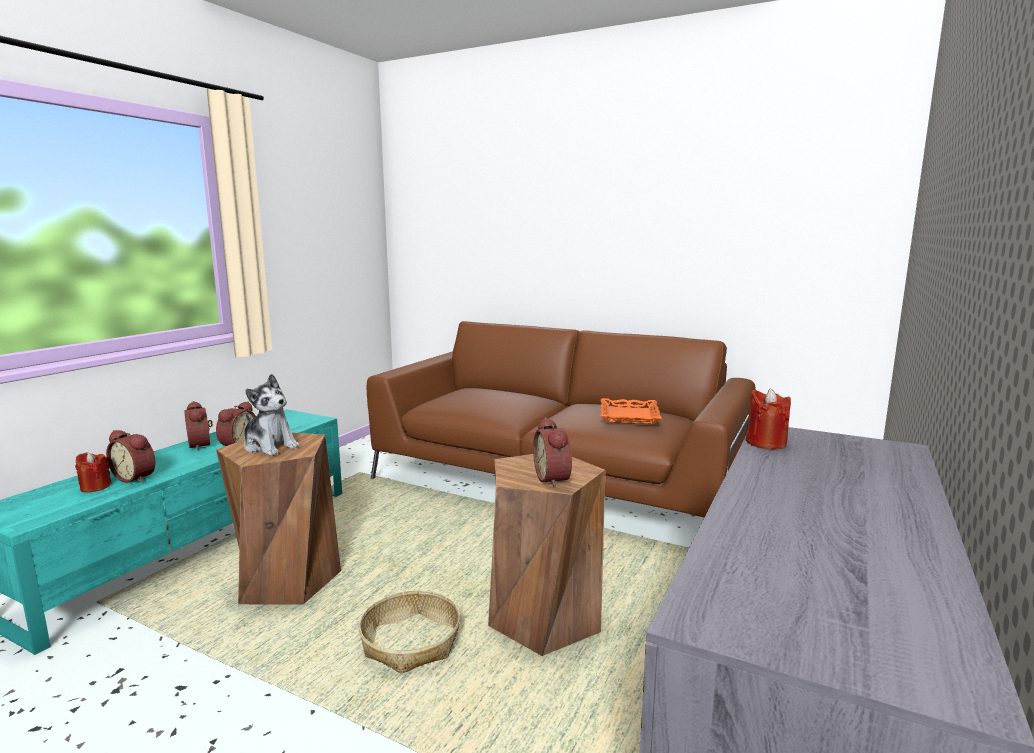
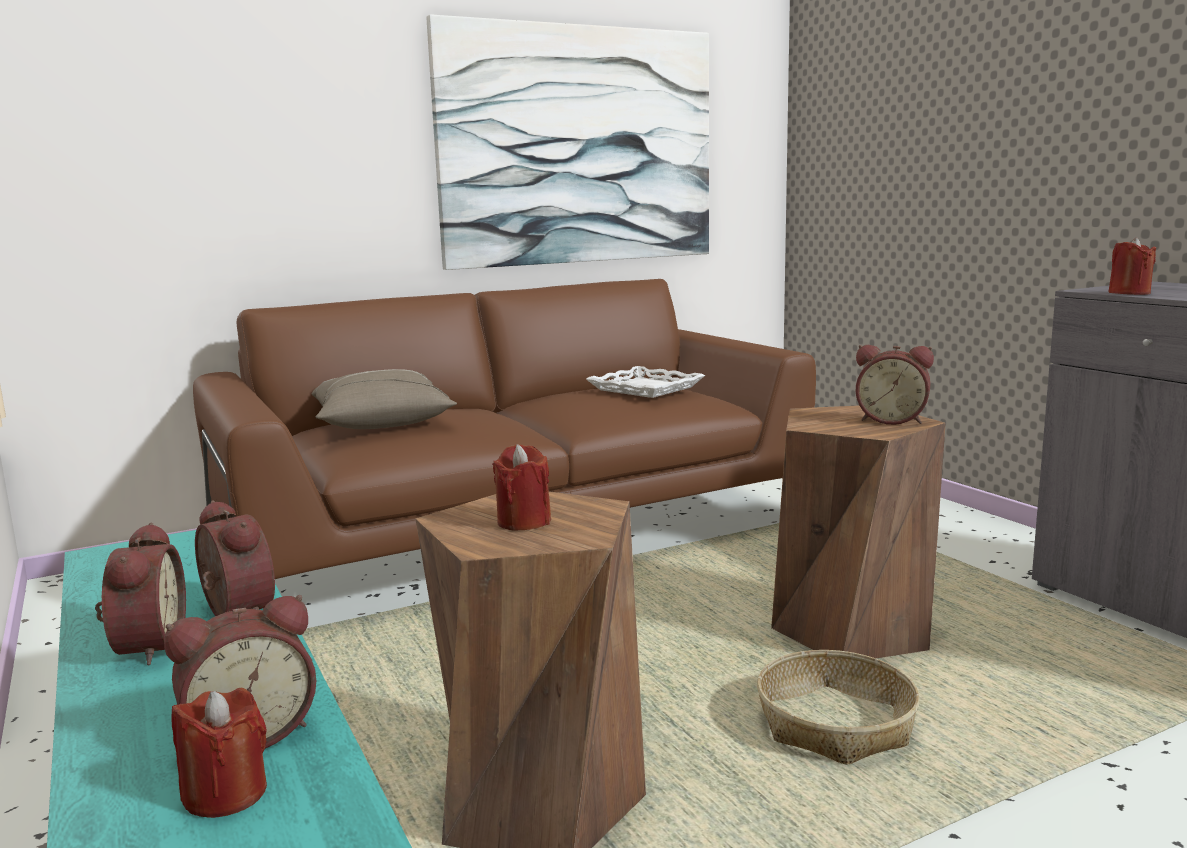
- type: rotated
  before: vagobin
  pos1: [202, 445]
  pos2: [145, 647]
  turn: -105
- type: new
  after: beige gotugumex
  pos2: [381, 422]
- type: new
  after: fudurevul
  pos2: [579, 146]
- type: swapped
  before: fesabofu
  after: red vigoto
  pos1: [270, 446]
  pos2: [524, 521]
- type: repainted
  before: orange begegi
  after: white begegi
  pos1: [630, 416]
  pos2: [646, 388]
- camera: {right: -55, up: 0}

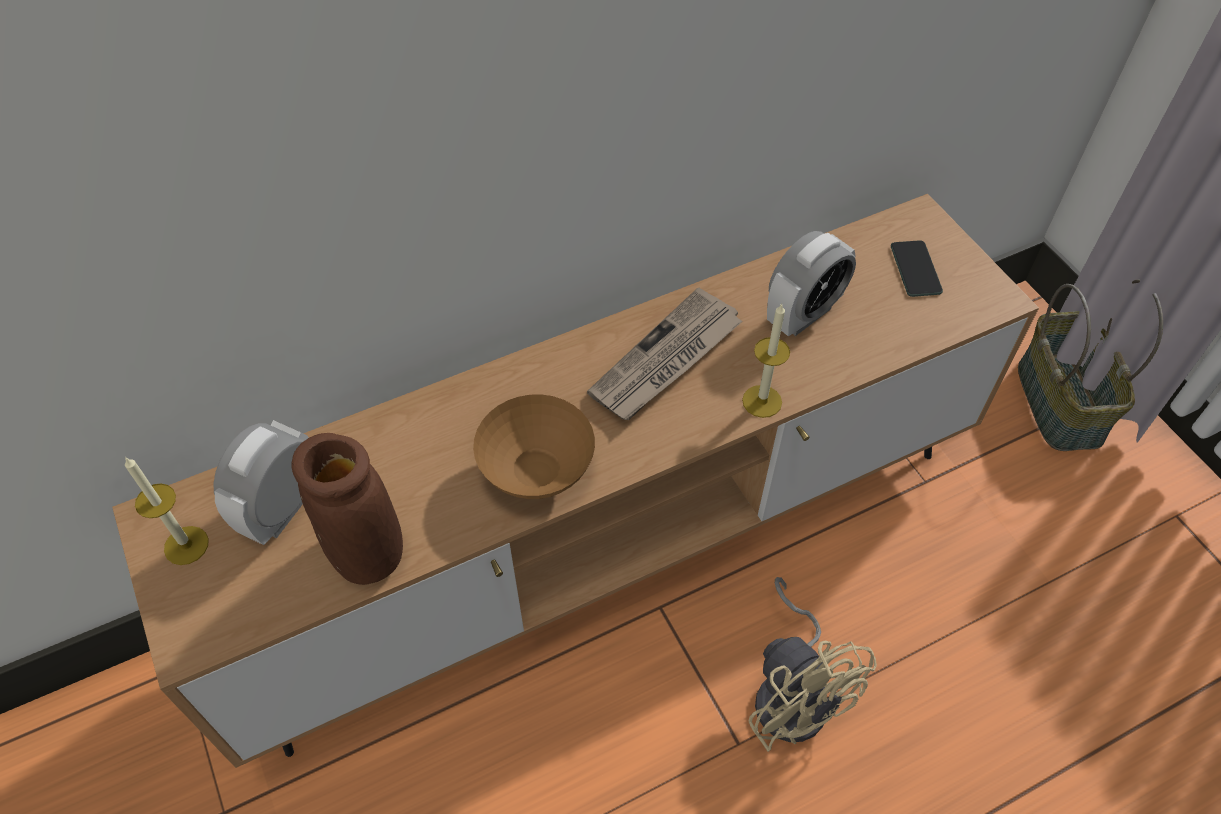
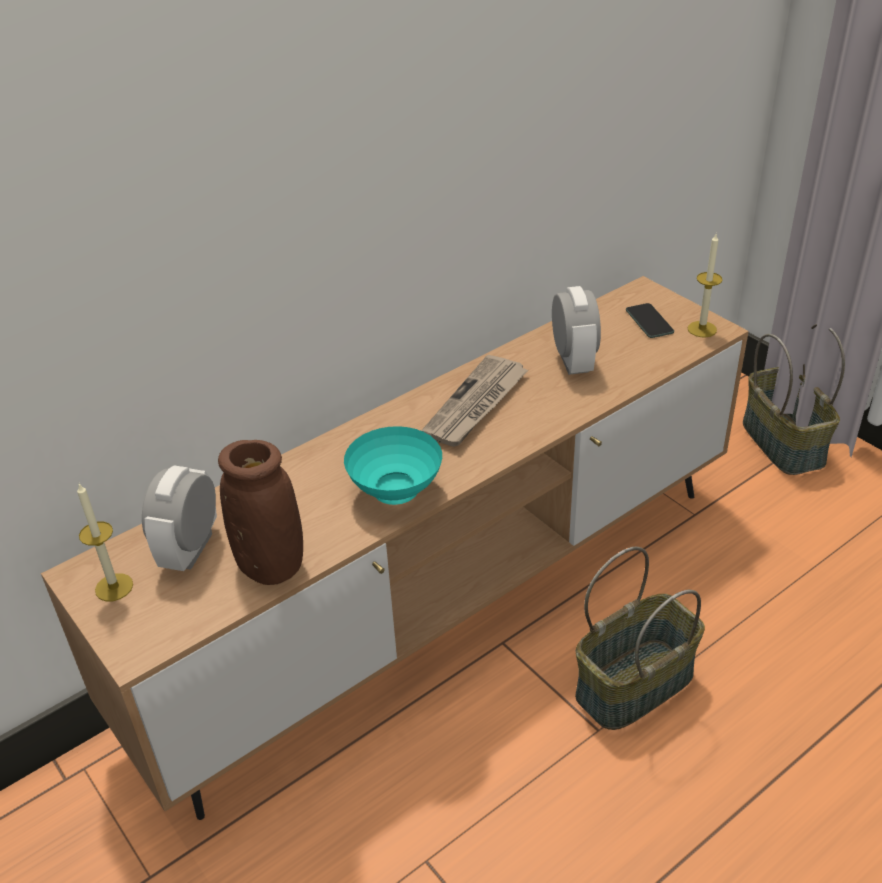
- type: repainted
  before: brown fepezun
  after: turquoise fepezun
  pos1: [539, 473]
  pos2: [397, 491]
- type: rotated
  before: vagobin
  pos1: [803, 314]
  pos2: [573, 361]
  turn: -45
- type: swapped
  before: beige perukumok
  after: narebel
  pos1: [794, 692]
  pos2: [634, 683]
- type: shifted
  before: vigoto
  pos1: [762, 401]
  pos2: [702, 329]
- camera: {right: -10, up: -15}

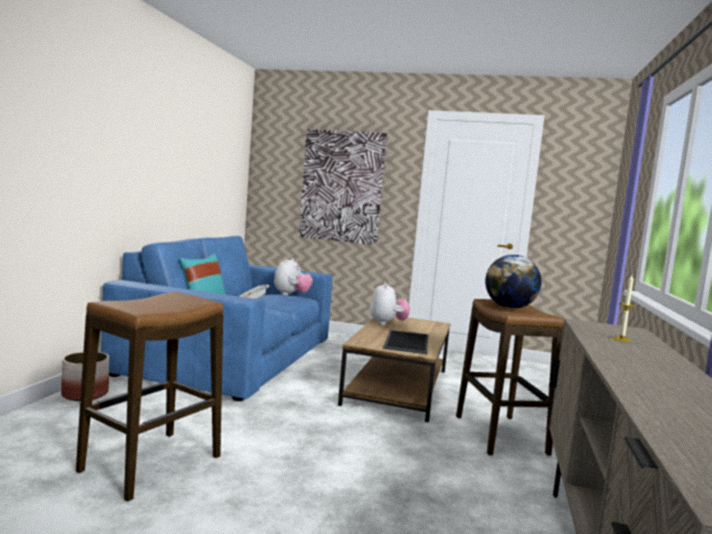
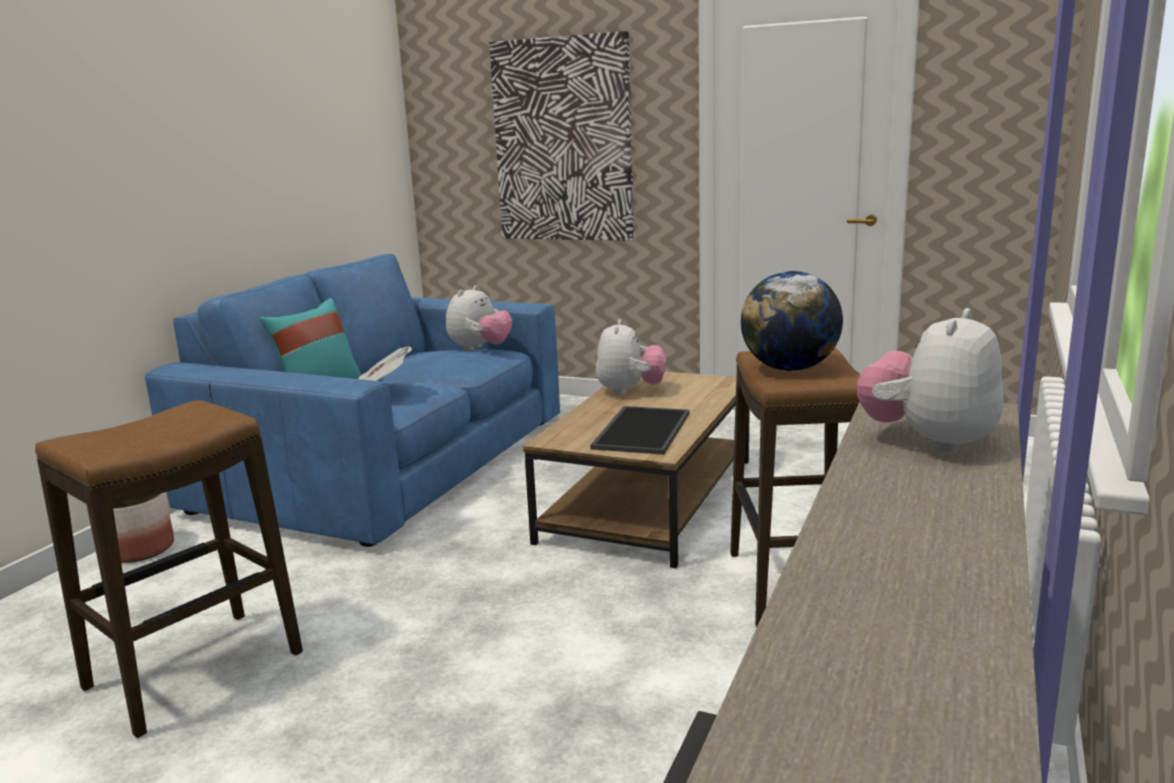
- type: swapped
  before: vigoto
  after: fesabofu
  pos1: [622, 339]
  pos2: [929, 443]
- camera: {right: 10, up: 10}

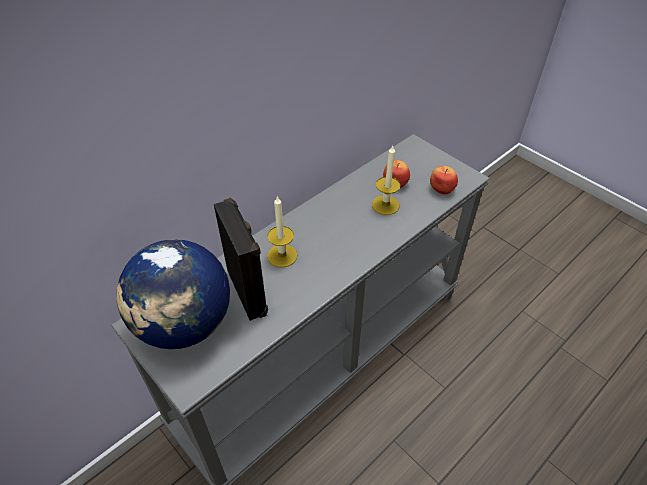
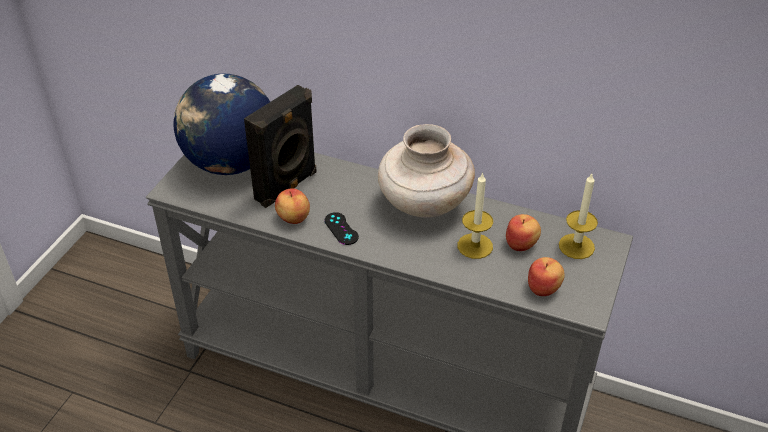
- type: new
  after: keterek
  pos2: [293, 218]
- type: new
  after: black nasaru
  pos2: [341, 229]
- type: new
  after: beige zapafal
  pos2: [423, 205]
- type: shifted
  before: vigoto
  pos1: [282, 255]
  pos2: [576, 246]
- camera: {right: 65, up: -5}

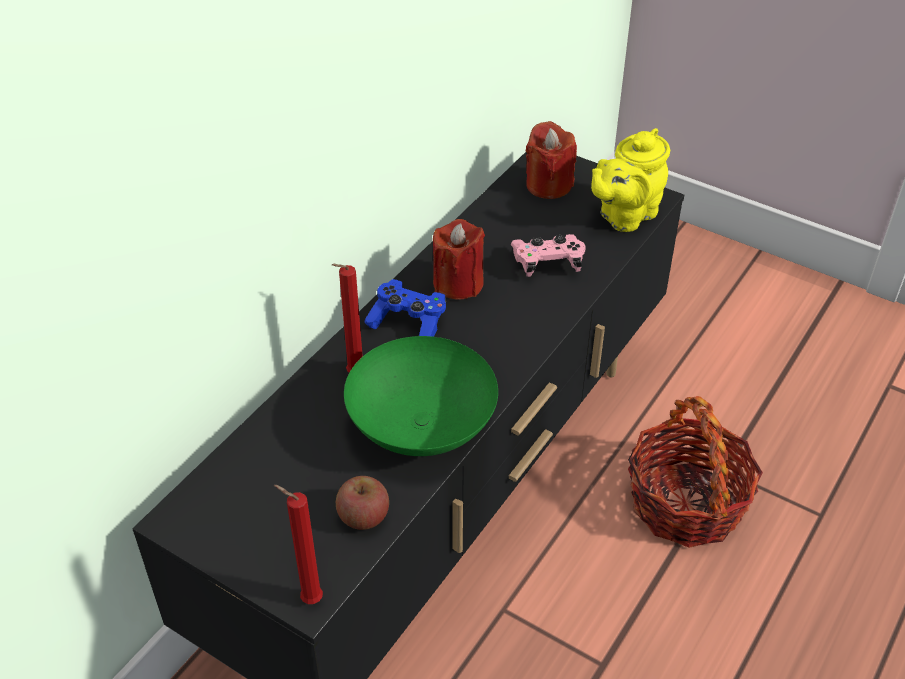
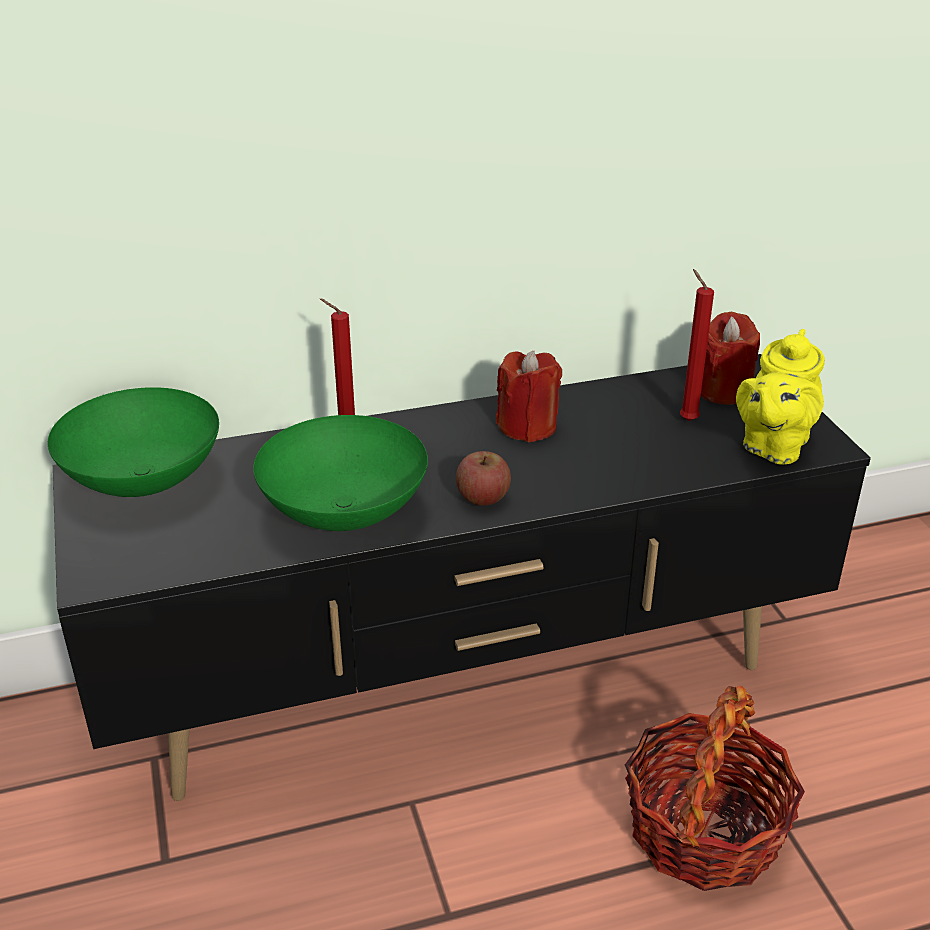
- type: new
  after: green fepezun
  pos2: [144, 480]
- type: shifted
  before: keterek
  pos1: [363, 516]
  pos2: [483, 497]
- type: shifted
  before: red vigoto
  pos1: [308, 599]
  pos2: [686, 419]
- type: rotated
  before: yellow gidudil
  pos1: [624, 216]
  pos2: [773, 446]
  turn: -60
- type: gone
  before: blue nasaru
  pos1: [408, 322]
- type: gone
  before: pink nasaru
  pos1: [547, 263]
- camera: {right: 40, up: -10}

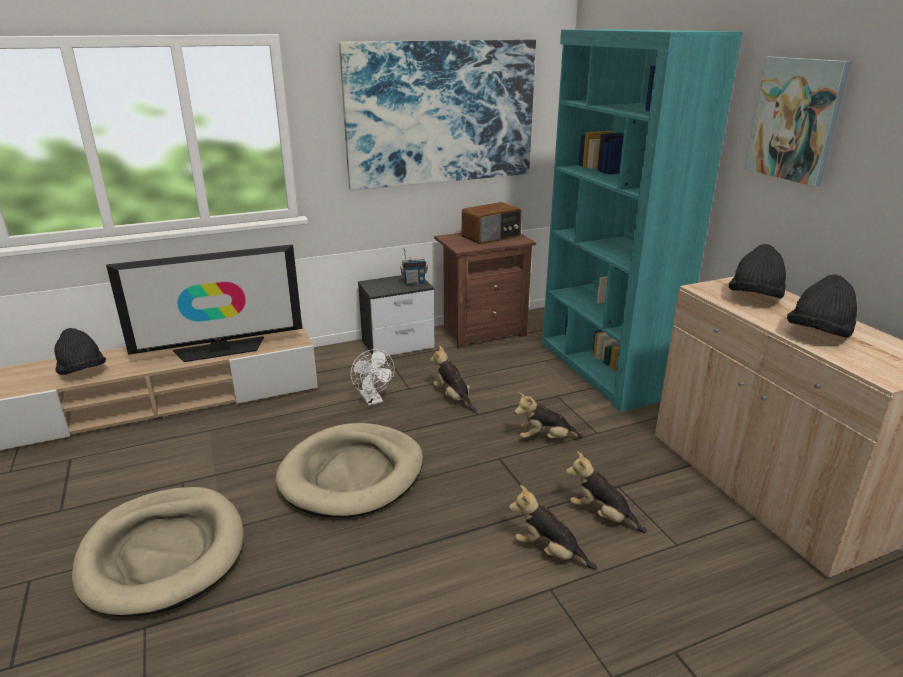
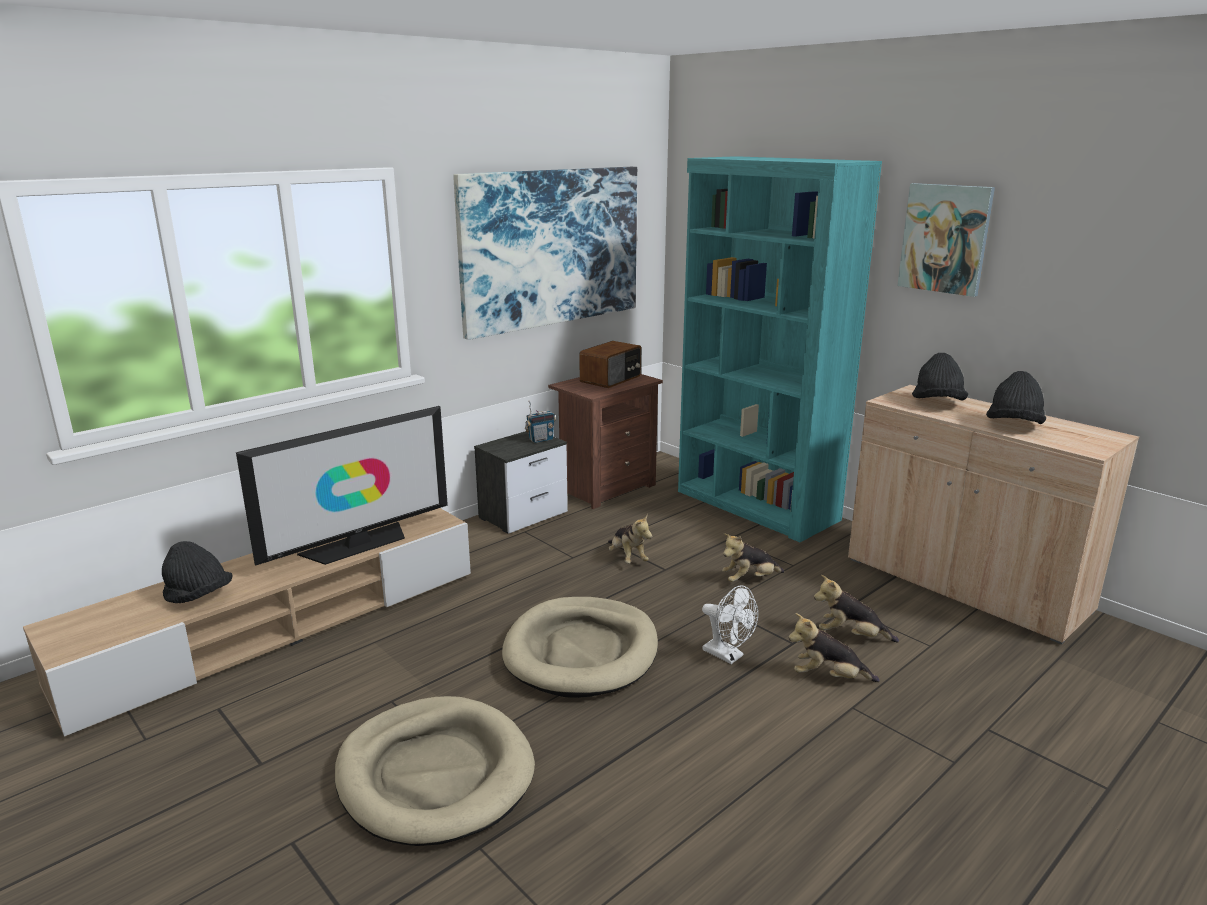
- type: rotated
  before: fesabofu
  pos1: [453, 397]
  pos2: [627, 558]
  turn: -150
- type: shifted
  before: white perukumok
  pos1: [373, 400]
  pos2: [728, 655]
- camera: {right: -20, up: -5}

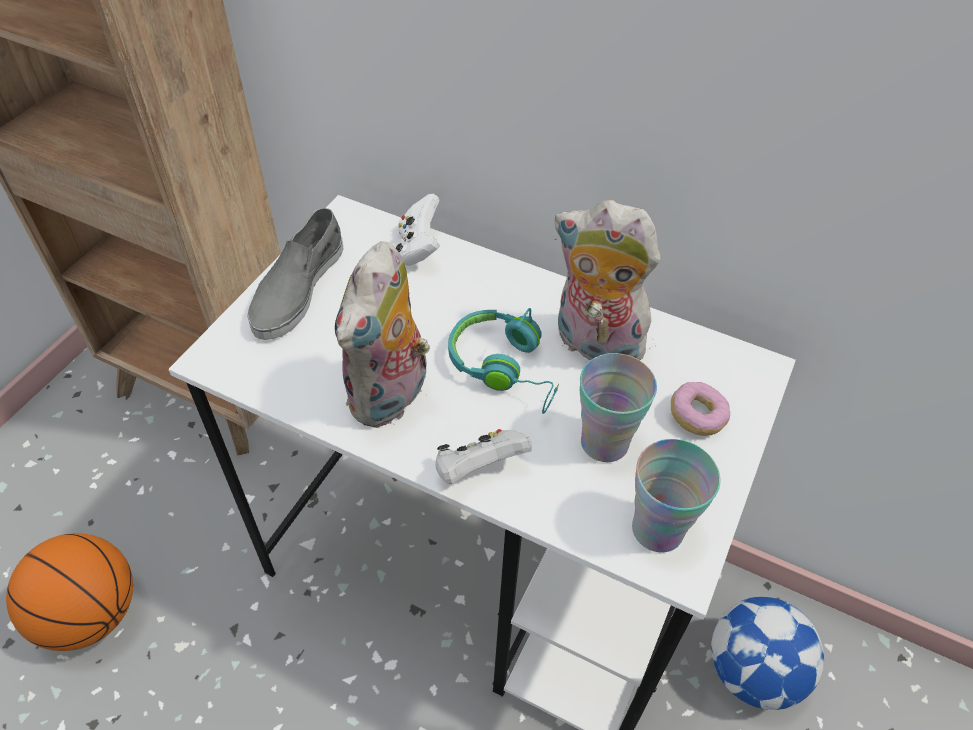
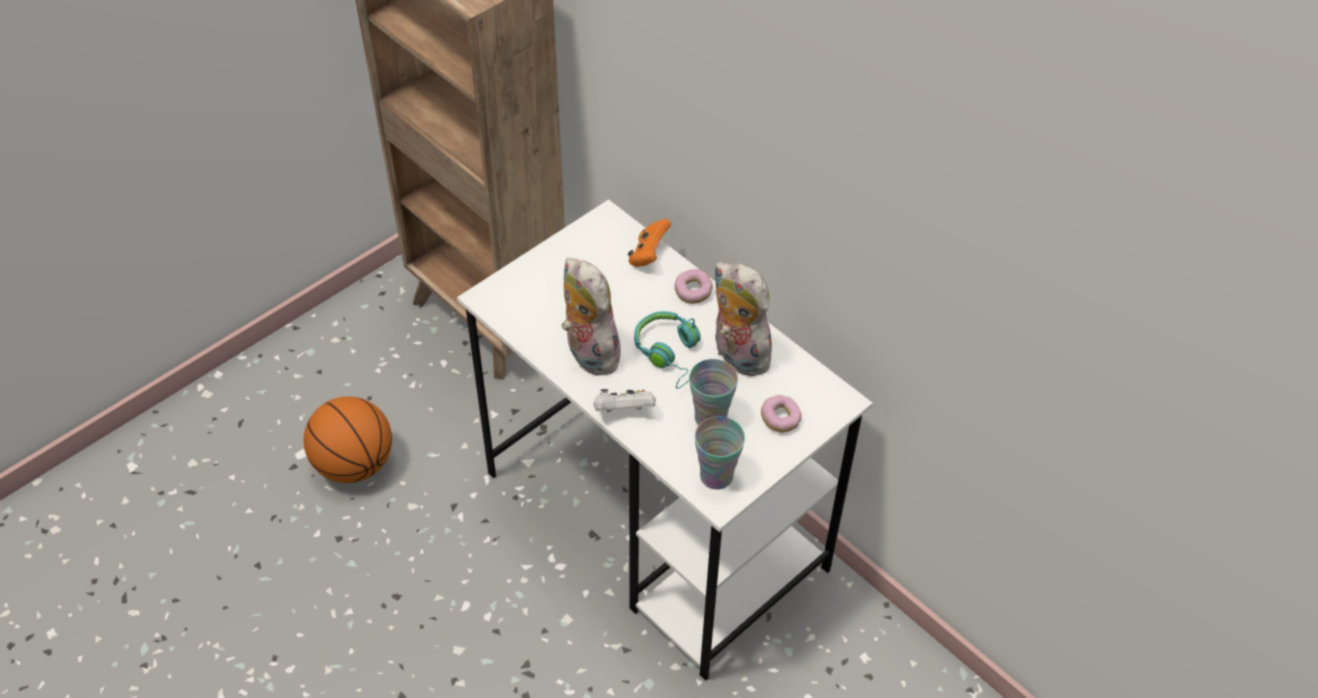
- type: rotated
  before: fesabofu
  pos1: [391, 397]
  pos2: [588, 353]
  turn: 105
- type: repainted
  before: white nasaru
  after: orange nasaru
  pos1: [418, 248]
  pos2: [648, 255]
- type: new
  after: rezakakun
  pos2: [693, 292]
- type: gone
  before: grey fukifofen
  pos1: [297, 287]
- type: gone
  before: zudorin
  pos1: [752, 671]
- camera: {right: 20, up: 0}

